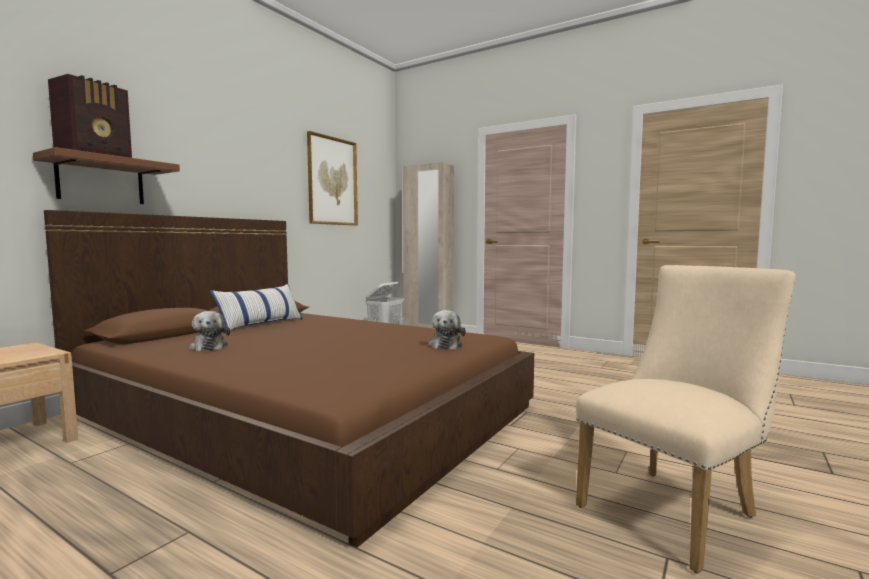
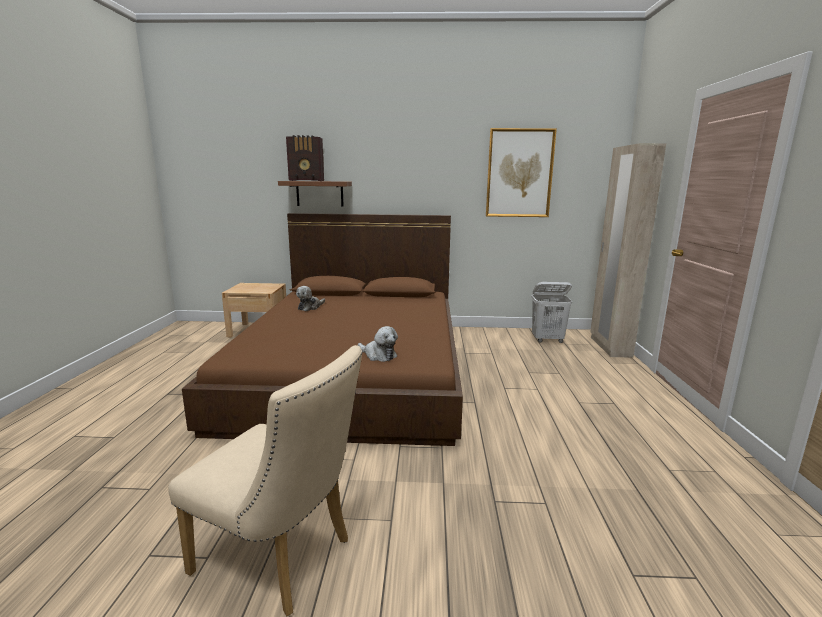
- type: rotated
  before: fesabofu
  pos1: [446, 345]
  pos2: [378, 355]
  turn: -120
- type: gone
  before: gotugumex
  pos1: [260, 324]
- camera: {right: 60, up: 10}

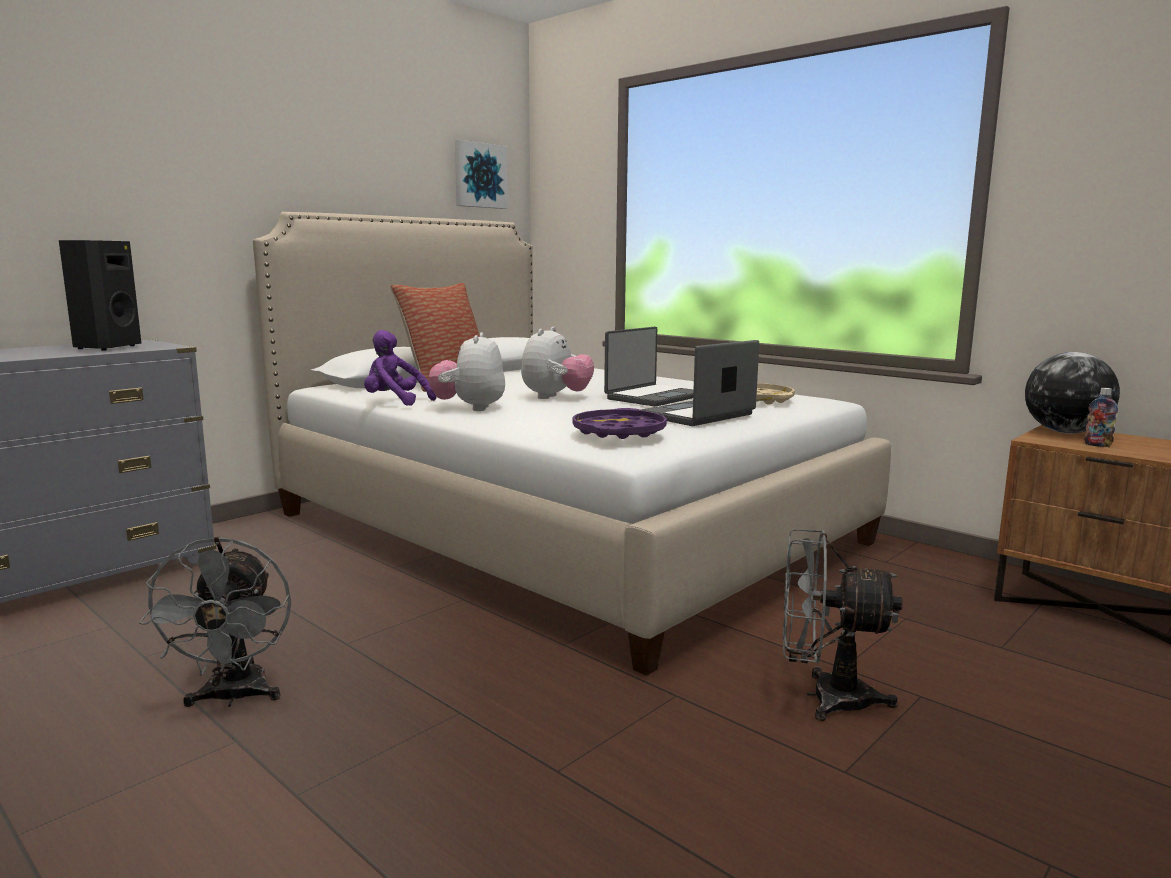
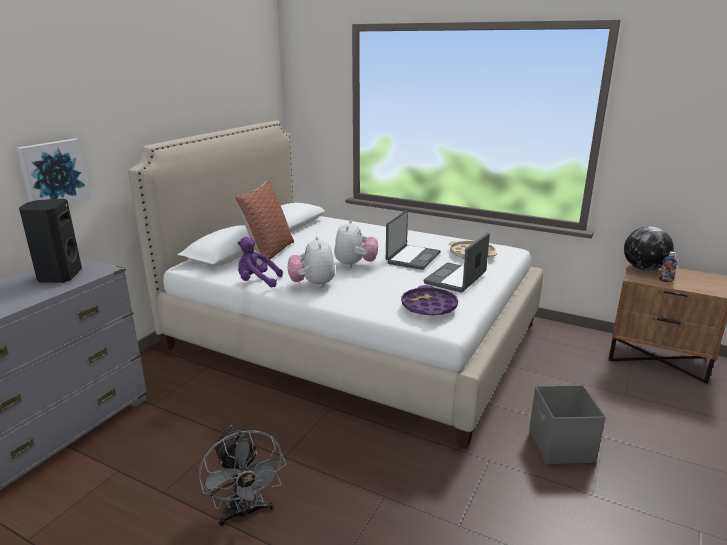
- type: shifted
  before: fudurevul
  pos1: [479, 175]
  pos2: [53, 174]
- type: swapped
  before: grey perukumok
  after: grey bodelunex
  pos1: [824, 697]
  pos2: [560, 446]
- camera: {right: -15, up: 10}

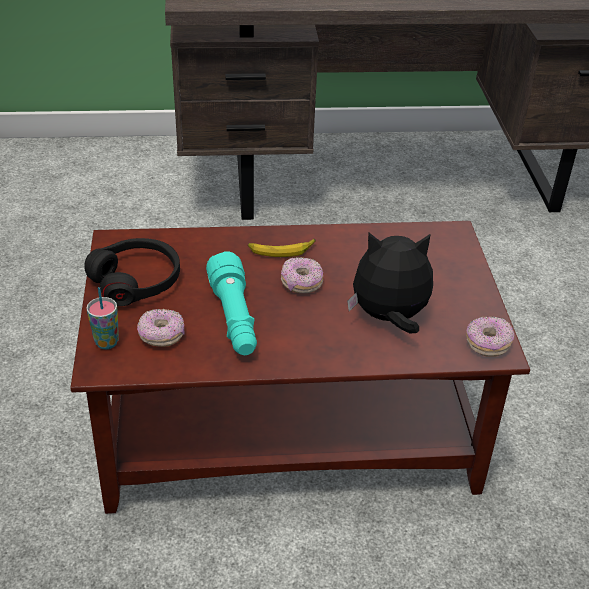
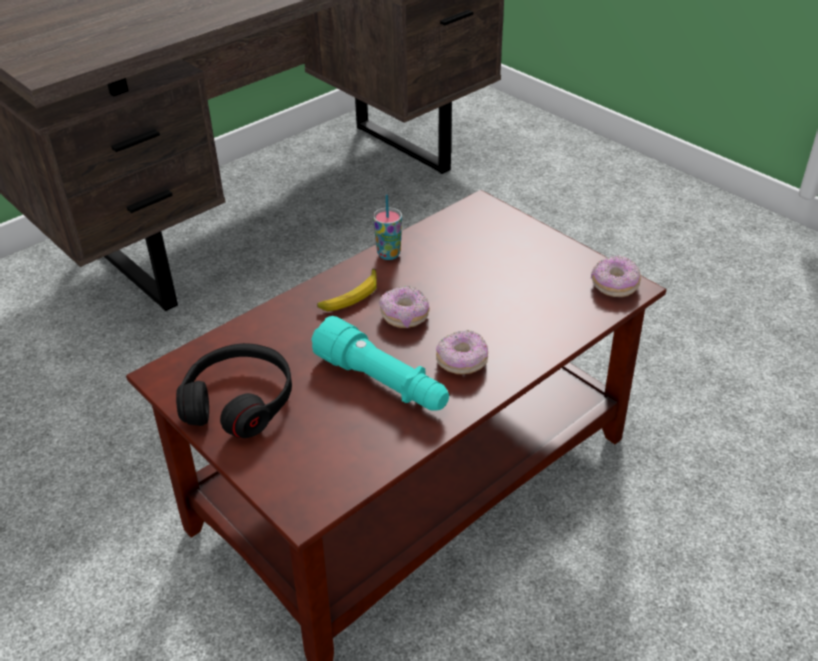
- type: shifted
  before: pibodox
  pos1: [106, 342]
  pos2: [389, 254]
- type: shifted
  before: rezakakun
  pos1: [161, 336]
  pos2: [462, 362]
- type: gone
  before: fesabofu
  pos1: [389, 318]
- camera: {right: -35, up: 0}

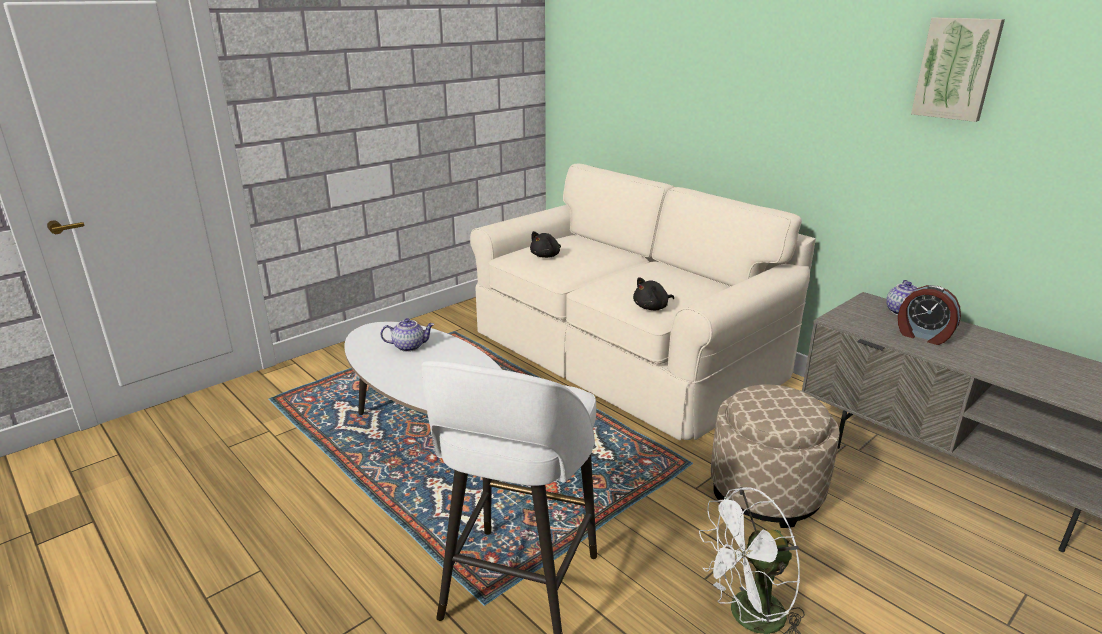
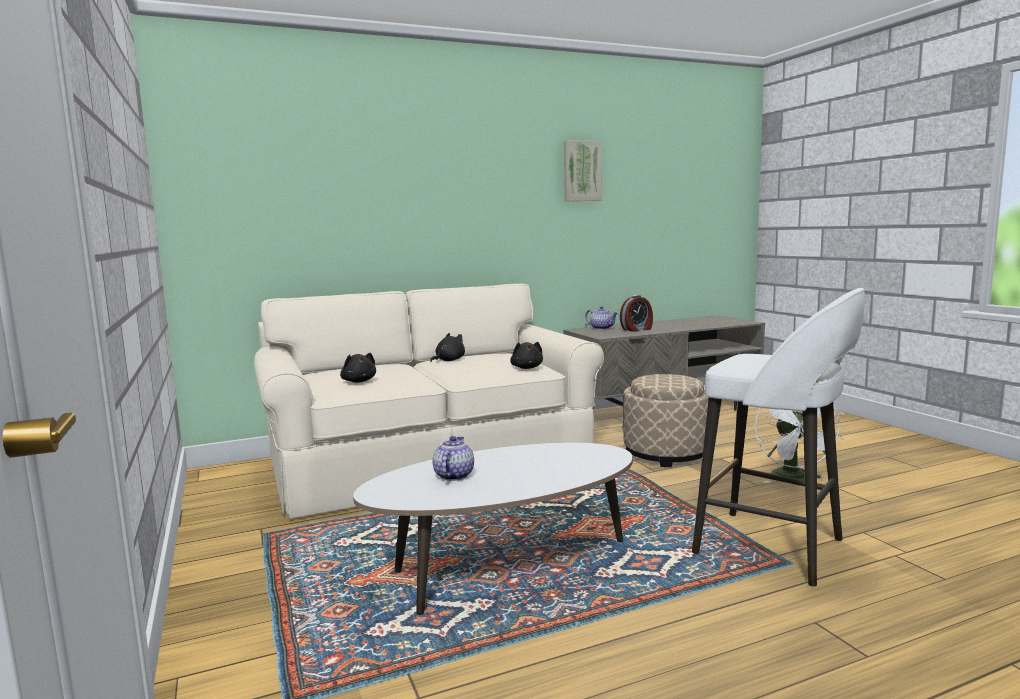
- type: new
  after: black fesabofu
  pos2: [448, 360]
- camera: {right: -70, up: -15}

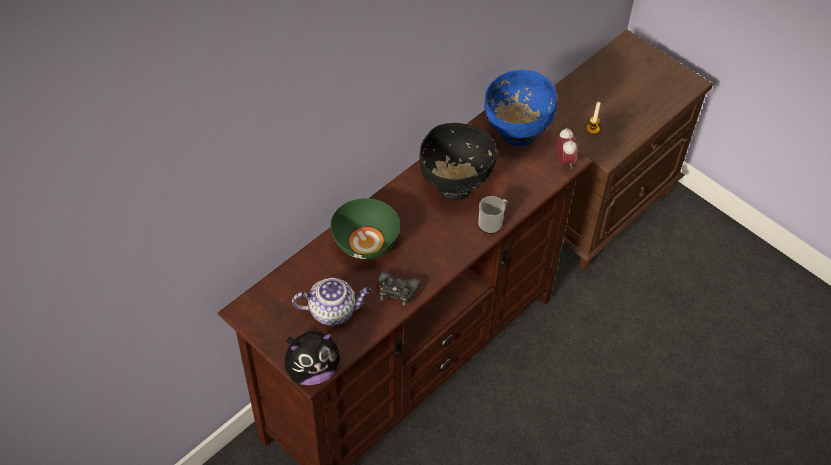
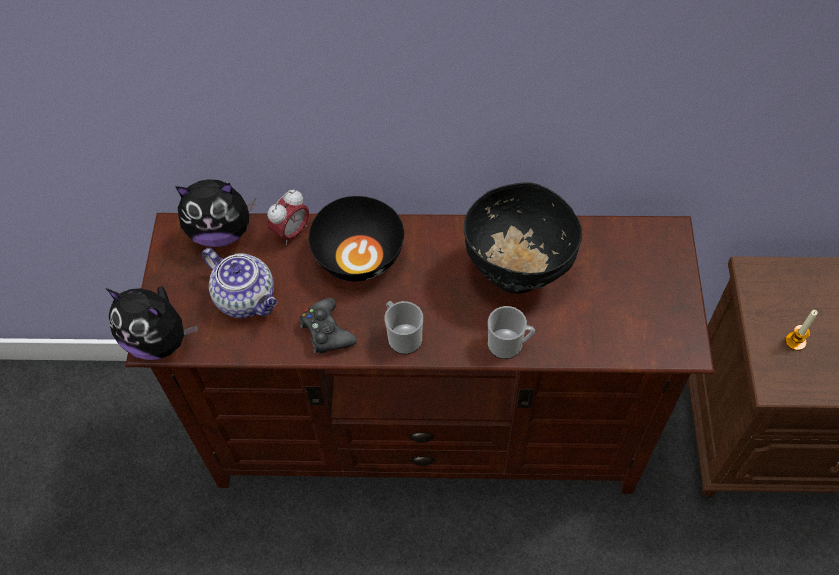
- type: new
  after: fesabofu
  pos2: [221, 232]
- type: shifted
  before: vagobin
  pos1: [564, 161]
  pos2: [291, 232]
- type: repainted
  before: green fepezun
  after: black fepezun
  pos1: [365, 242]
  pos2: [358, 256]
- type: new
  after: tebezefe
  pos2: [402, 336]
- type: gone
  before: blue fepezun
  pos1: [516, 133]
- camera: {right: 50, up: 5}

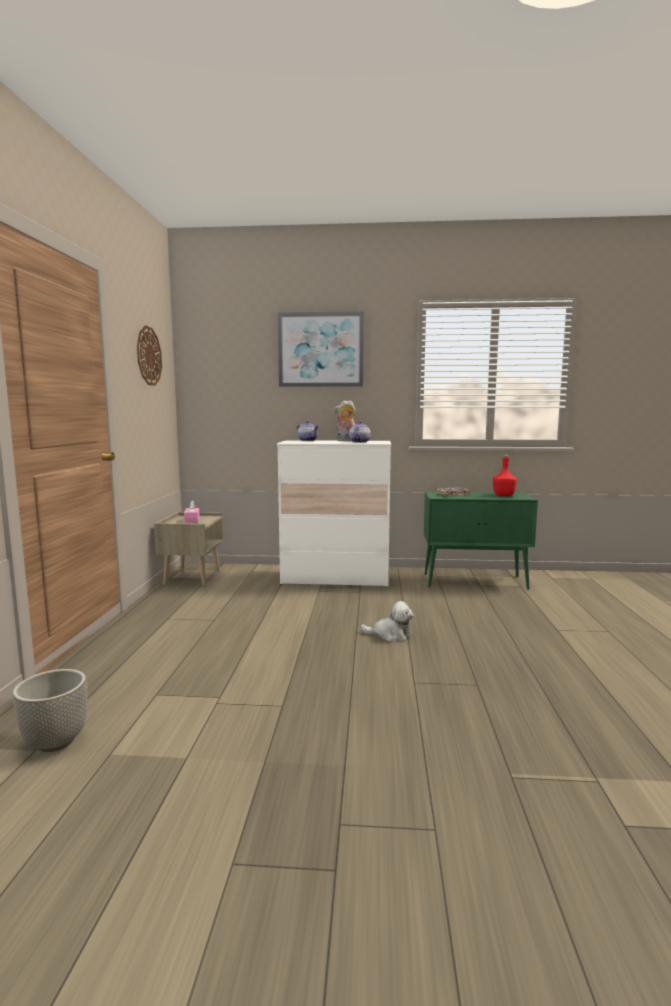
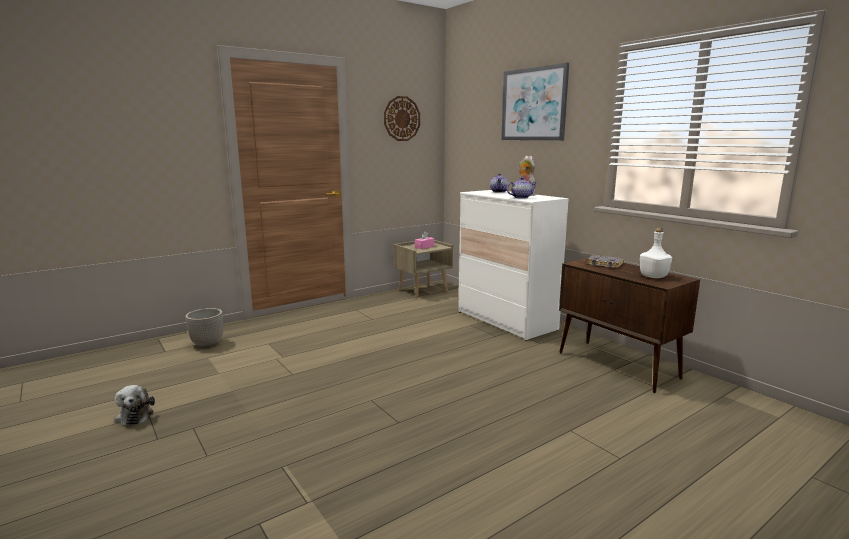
- type: shifted
  before: fesabofu
  pos1: [390, 635]
  pos2: [135, 415]
- type: repainted
  before: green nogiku
  after: brown nogiku
  pos1: [475, 581]
  pos2: [618, 365]
- type: repainted
  before: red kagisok
  after: white kagisok
  pos1: [503, 495]
  pos2: [653, 276]
- camera: {right: 50, up: 5}

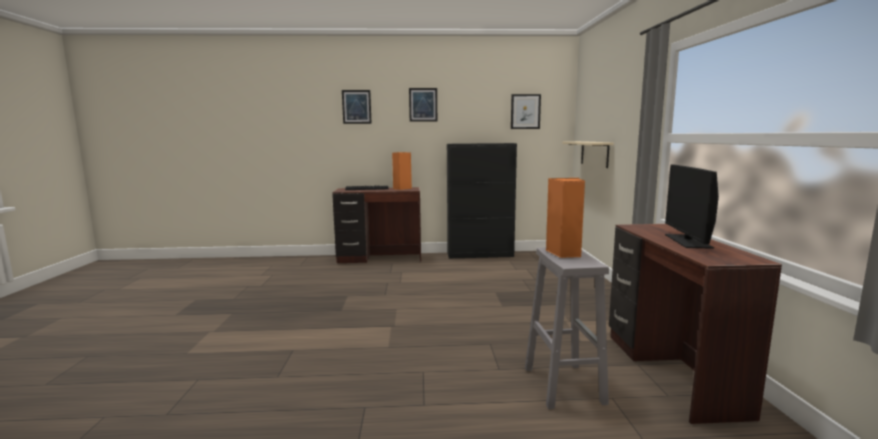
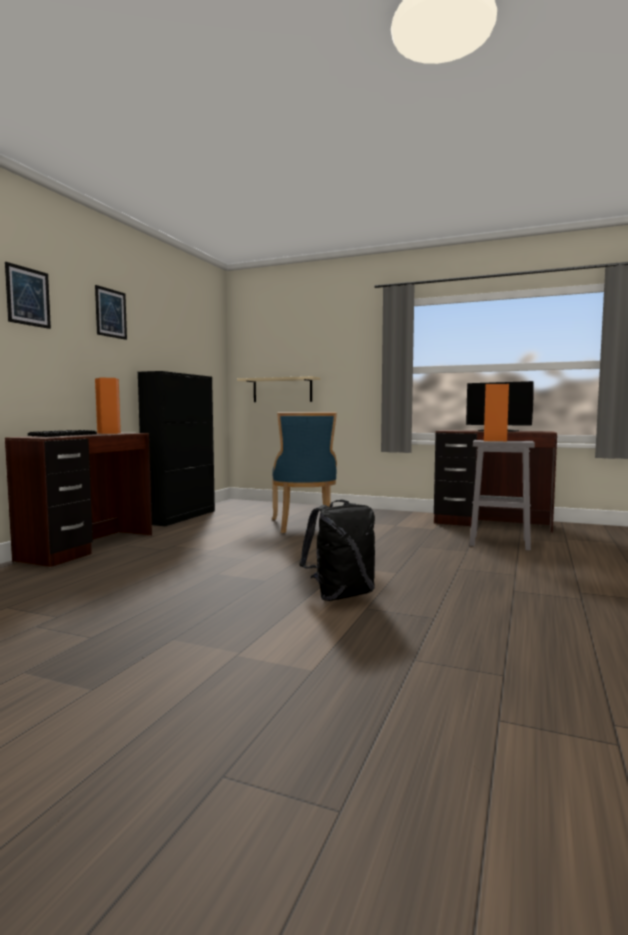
- type: new
  after: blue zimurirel
  pos2: [304, 526]
- type: new
  after: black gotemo
  pos2: [341, 595]
- type: gone
  before: fudurevul
  pos1: [525, 111]
- camera: {right: -65, up: -5}

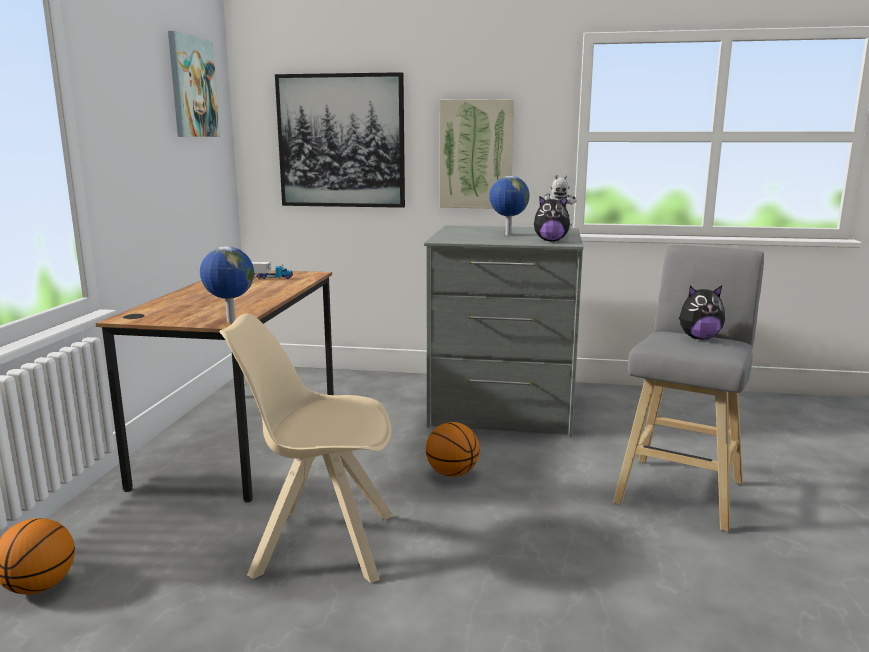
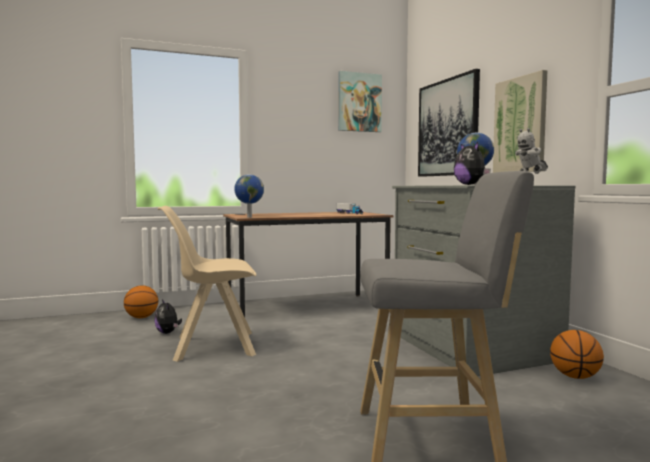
- type: shifted
  before: fesabofu
  pos1: [698, 338]
  pos2: [168, 332]
- type: rotated
  before: beige zimurirel
  pos1: [320, 544]
  pos2: [212, 346]
  turn: -75
- type: shifted
  before: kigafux
  pos1: [452, 473]
  pos2: [575, 376]
- camera: {right: 60, up: -10}

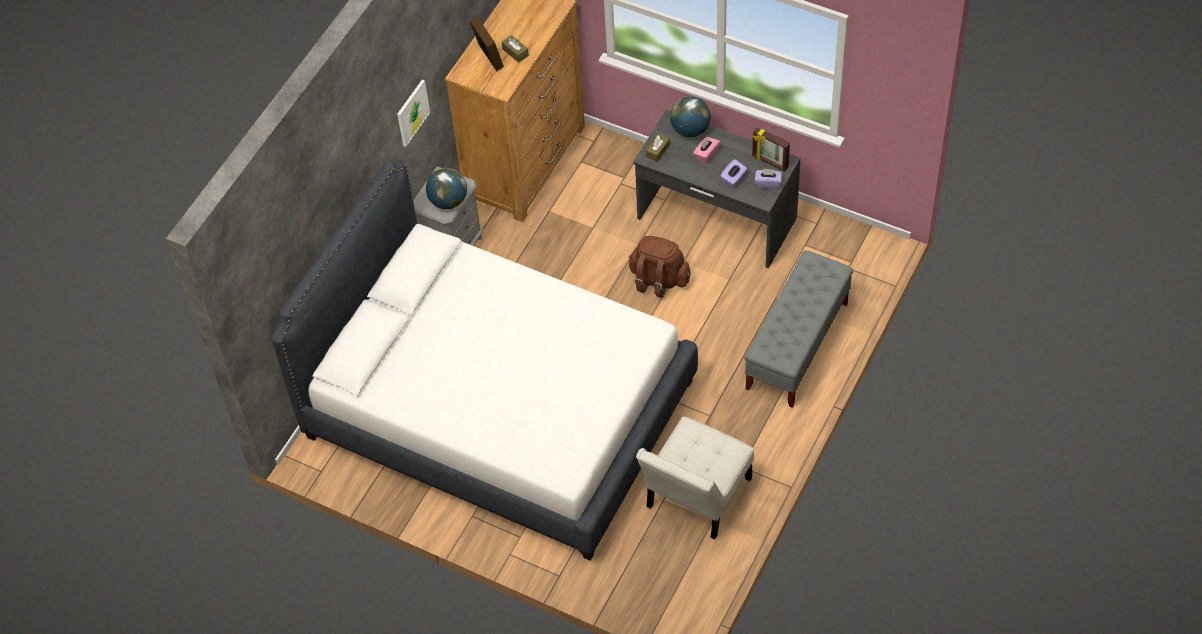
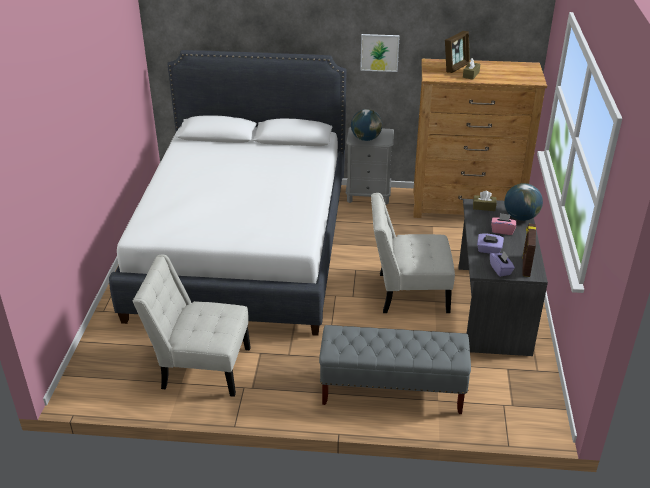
- type: swapped
  before: brown gotemo
  after: white zimurirel
  pos1: [658, 279]
  pos2: [408, 293]
- camera: {right: 65, up: -20}

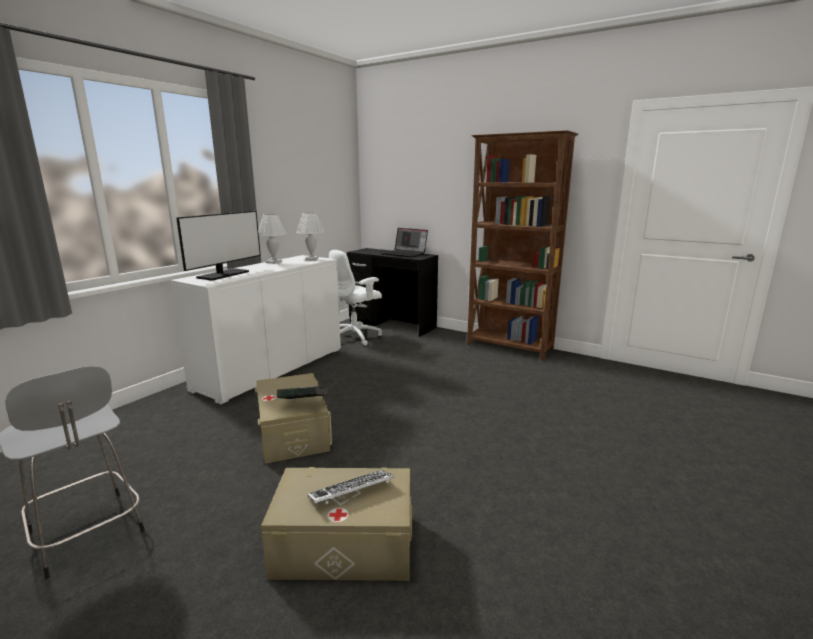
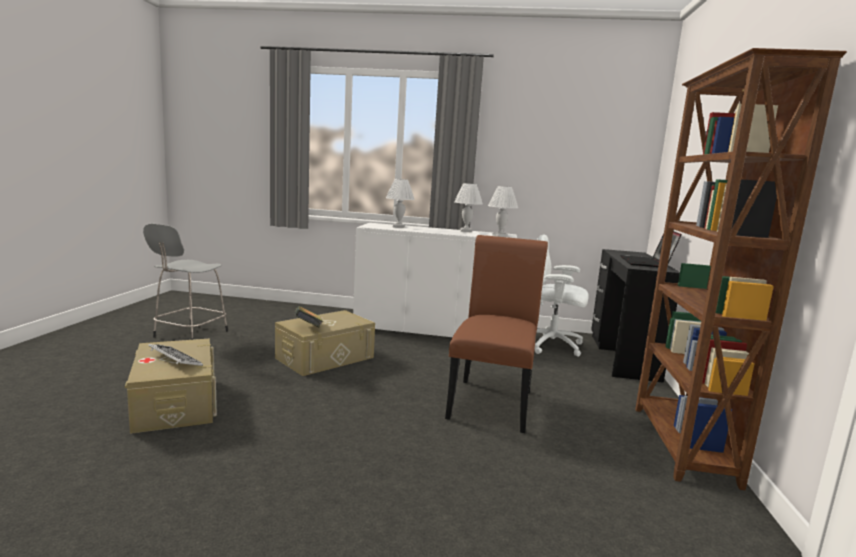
- type: swapped
  before: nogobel
  after: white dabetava
  pos1: [223, 275]
  pos2: [399, 227]
- type: new
  after: brown zimurirel
  pos2: [492, 401]
- camera: {right: 65, up: -5}

